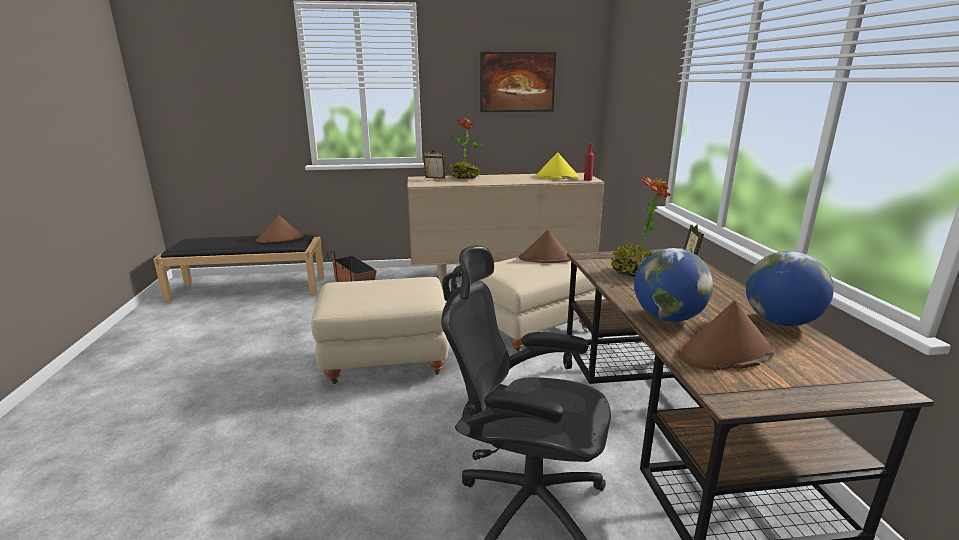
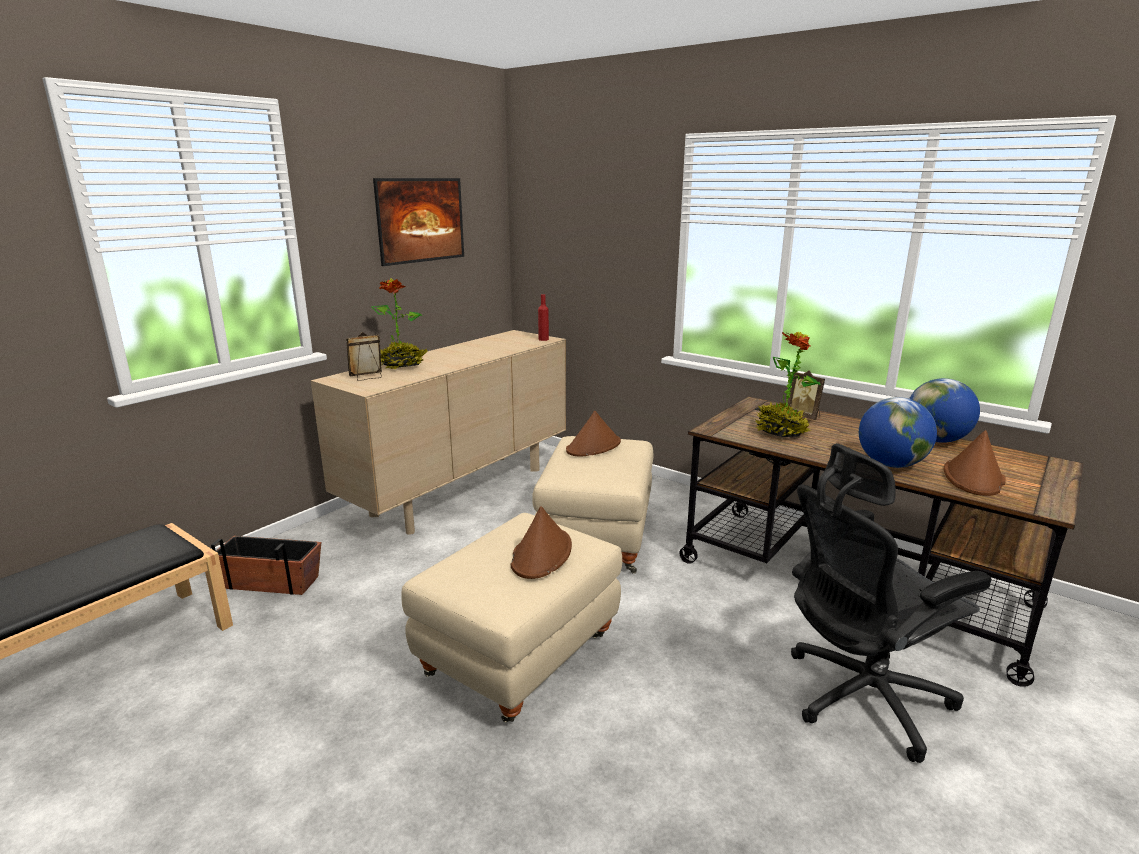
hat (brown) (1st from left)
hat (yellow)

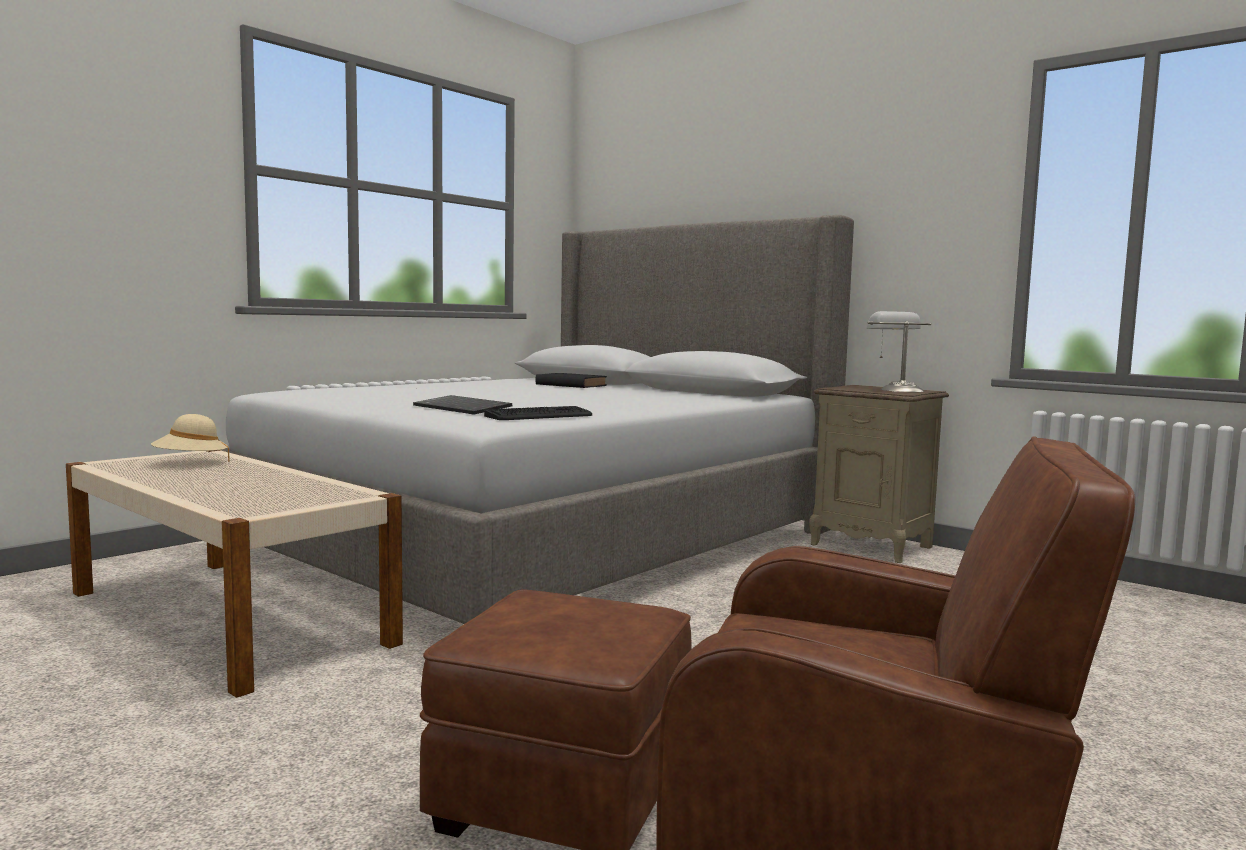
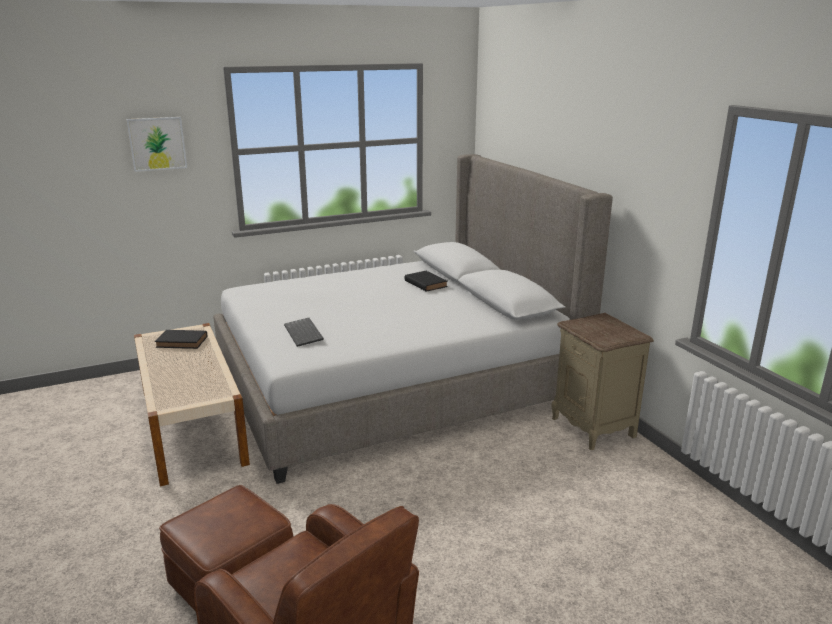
book (black) (1st from left)
keyboard (2nd from left in the first image)
table lamp (white)
picture

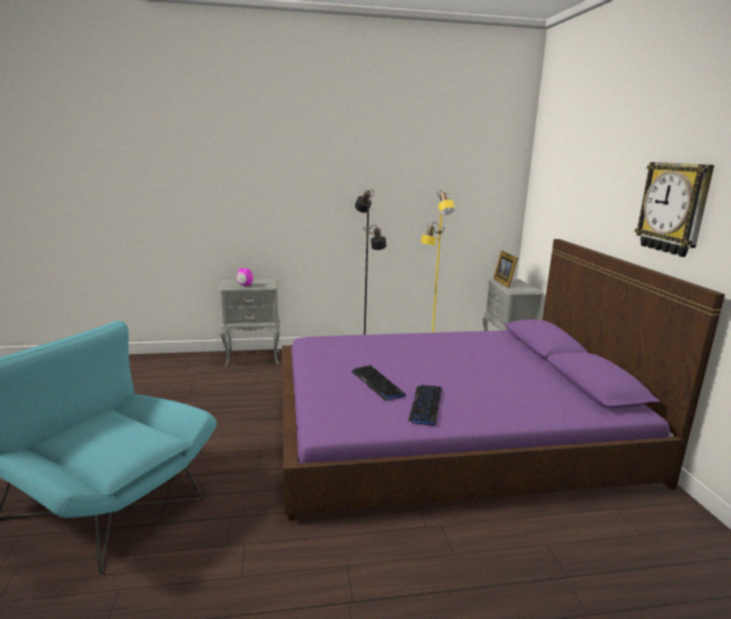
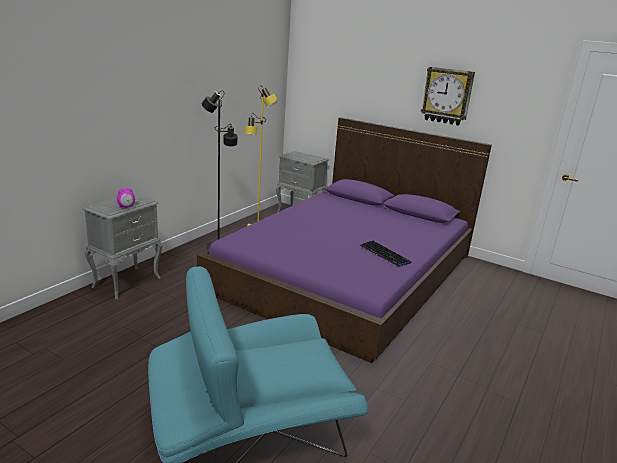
keyboard (1st from left in the first image)
picture frame

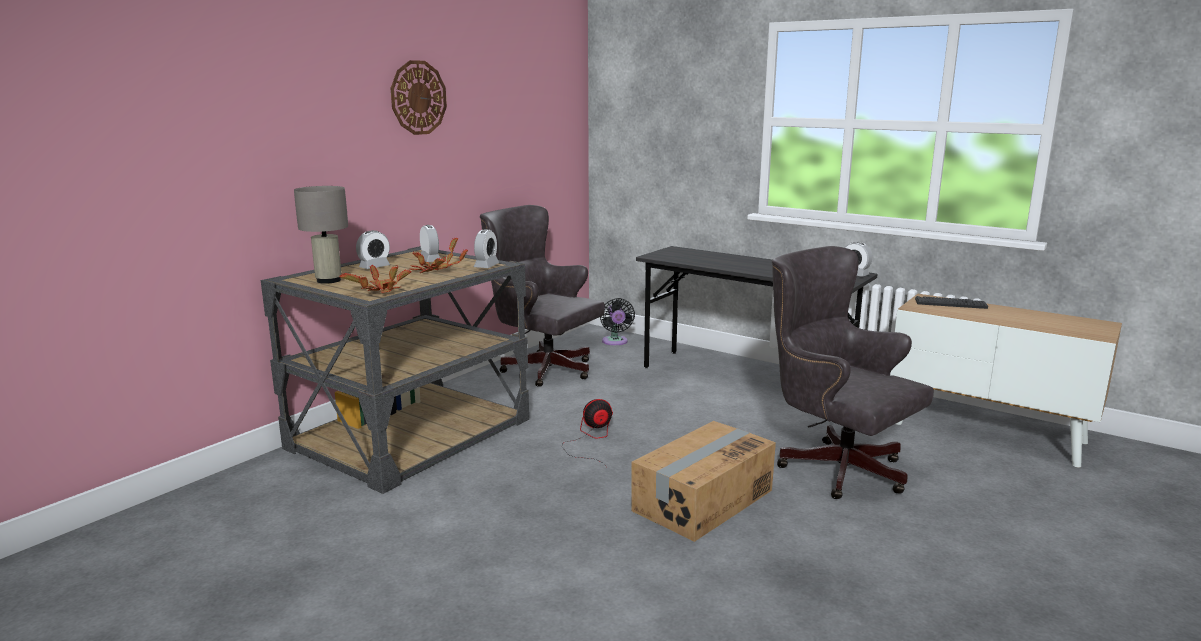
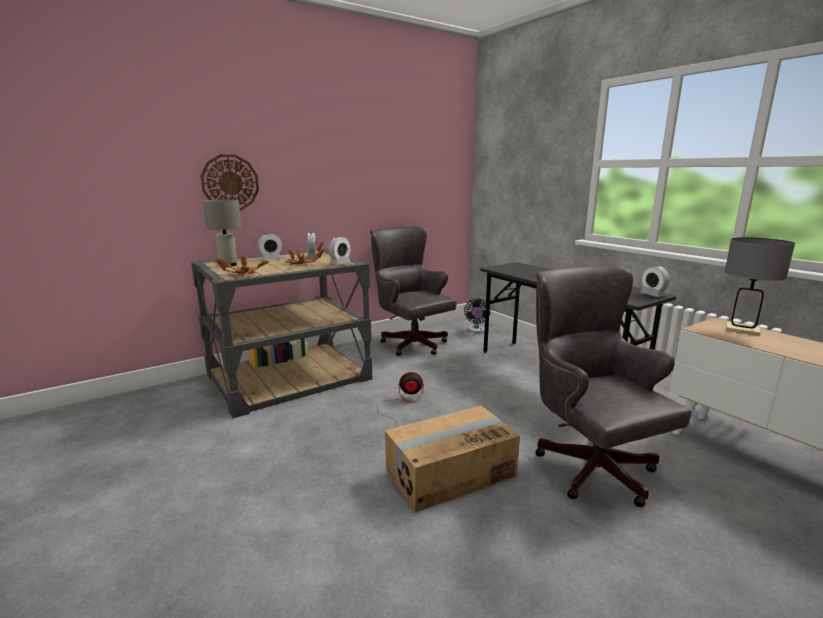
wall clock
table lamp (grey) (2nd from left)

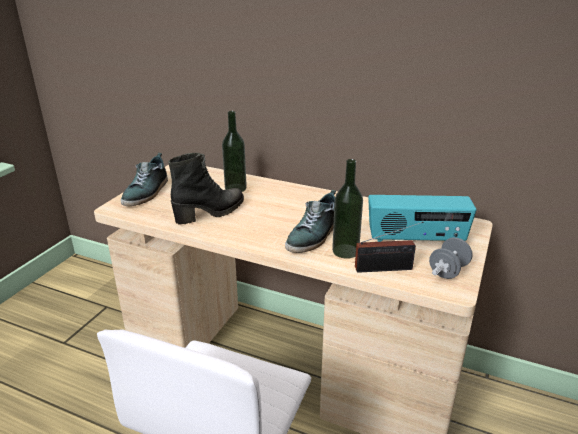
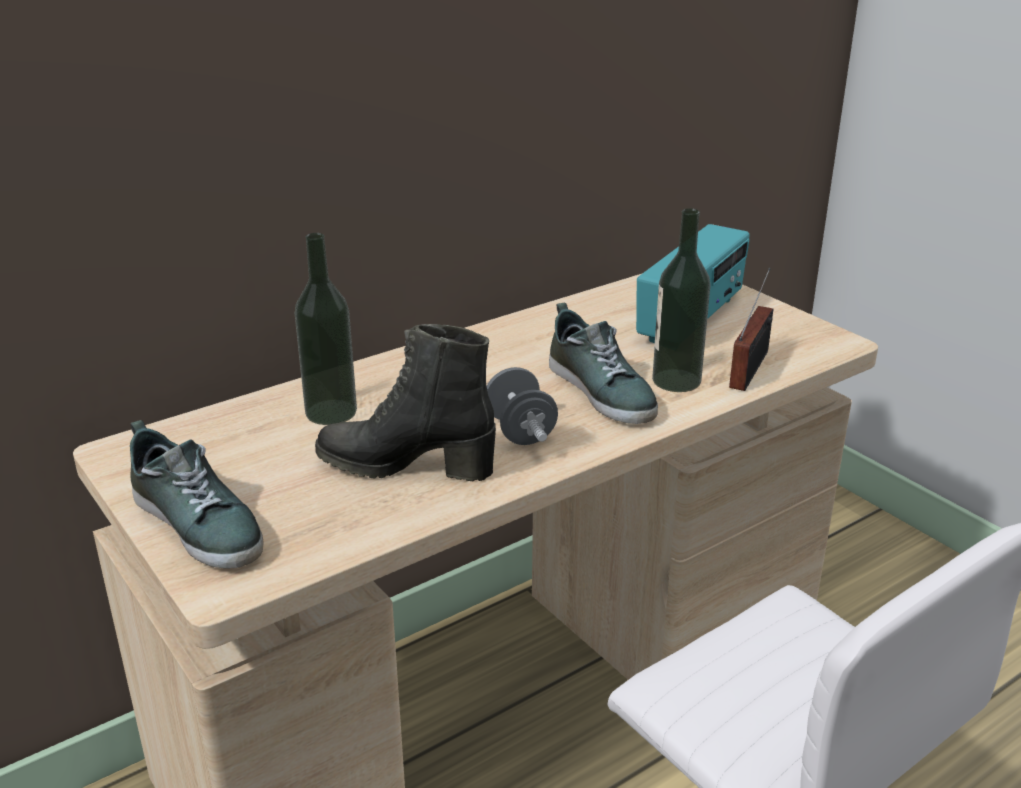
boot (black)
dumbbell (grey)

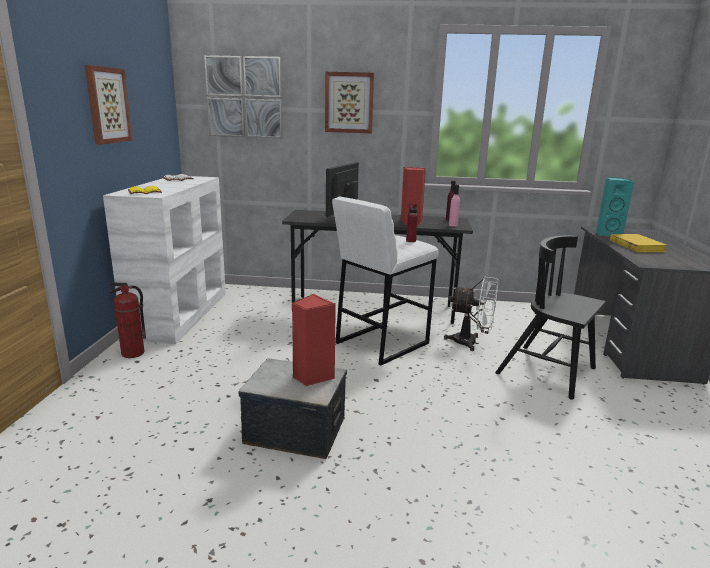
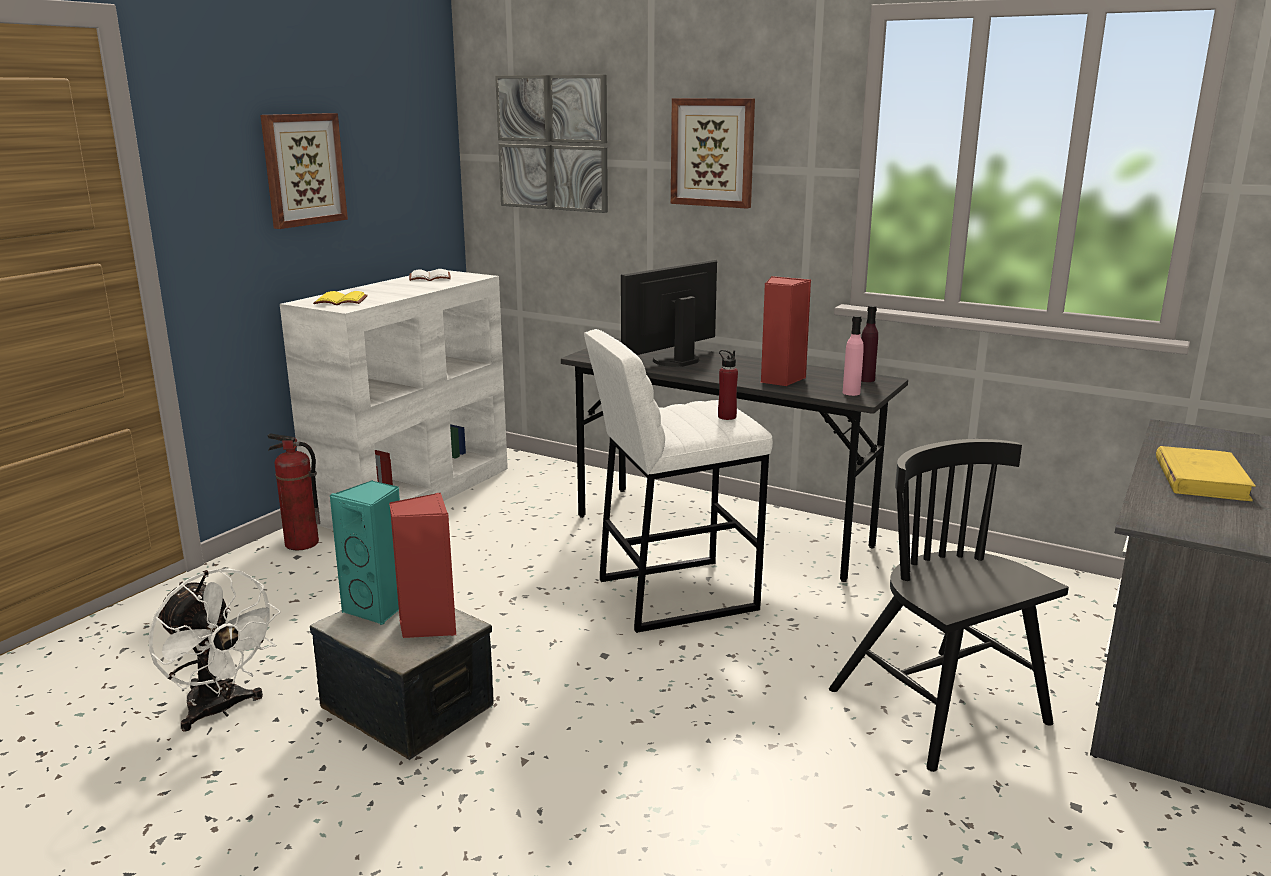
fan (white)
speaker (turquoise)

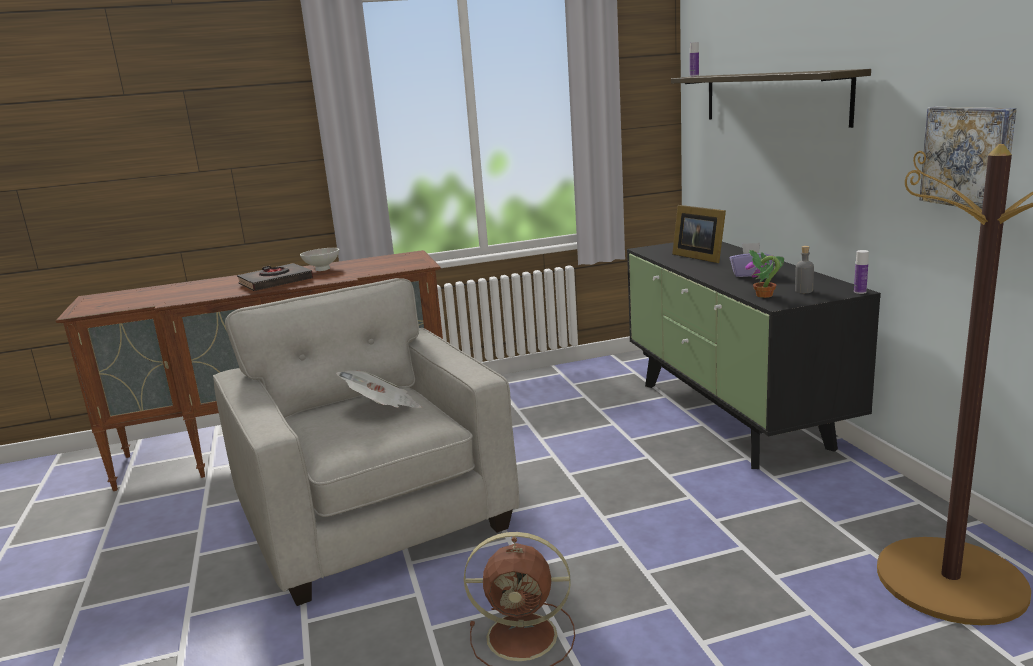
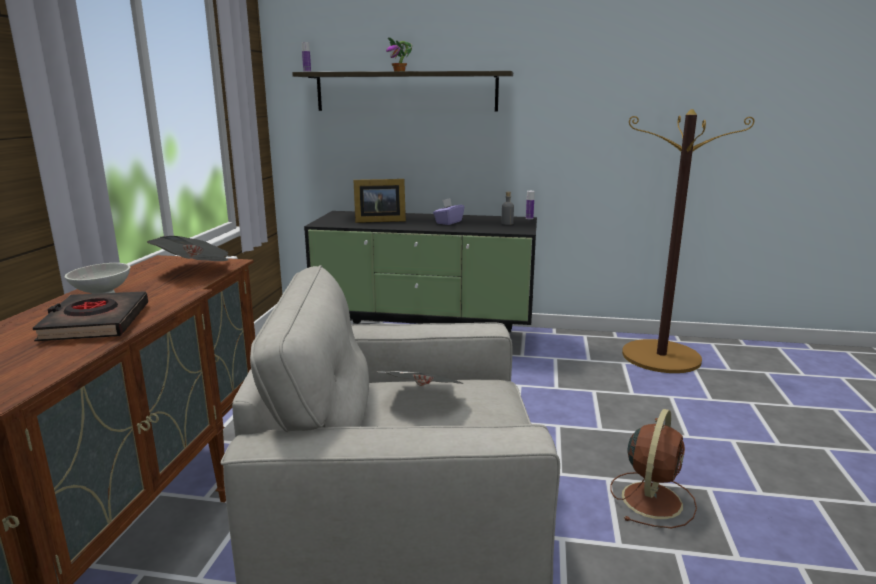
potted plant
picture
newspaper (1st from left)

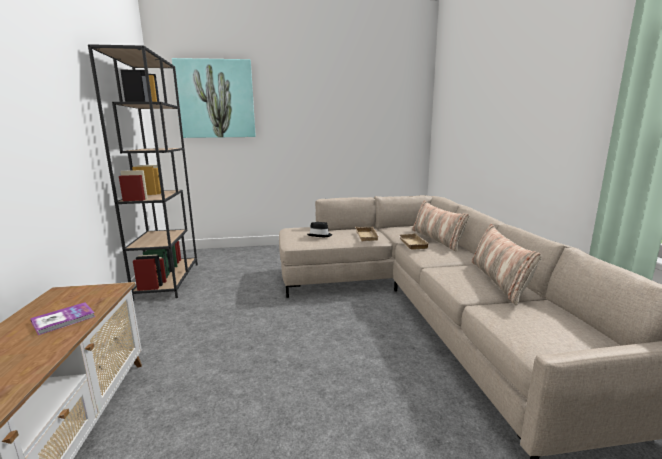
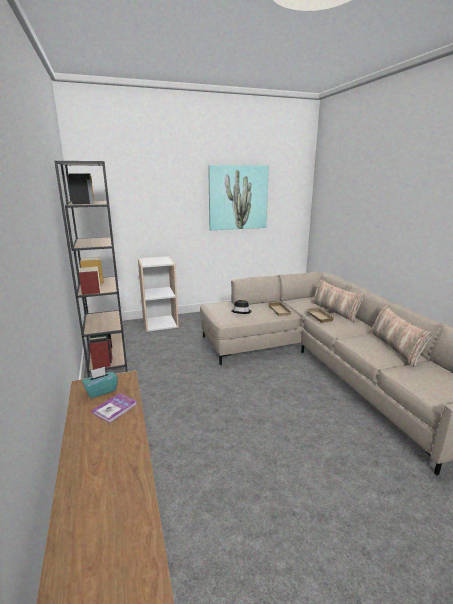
picture
tissue box (turquoise)
bookcase (2nd from left)

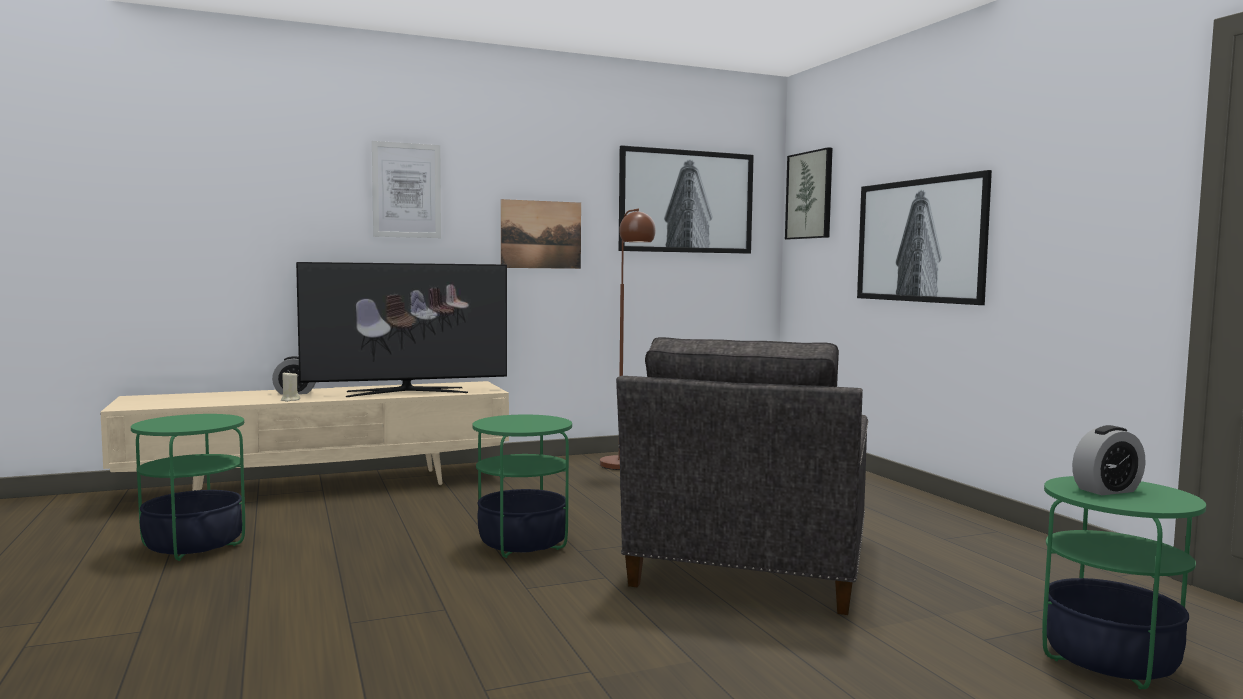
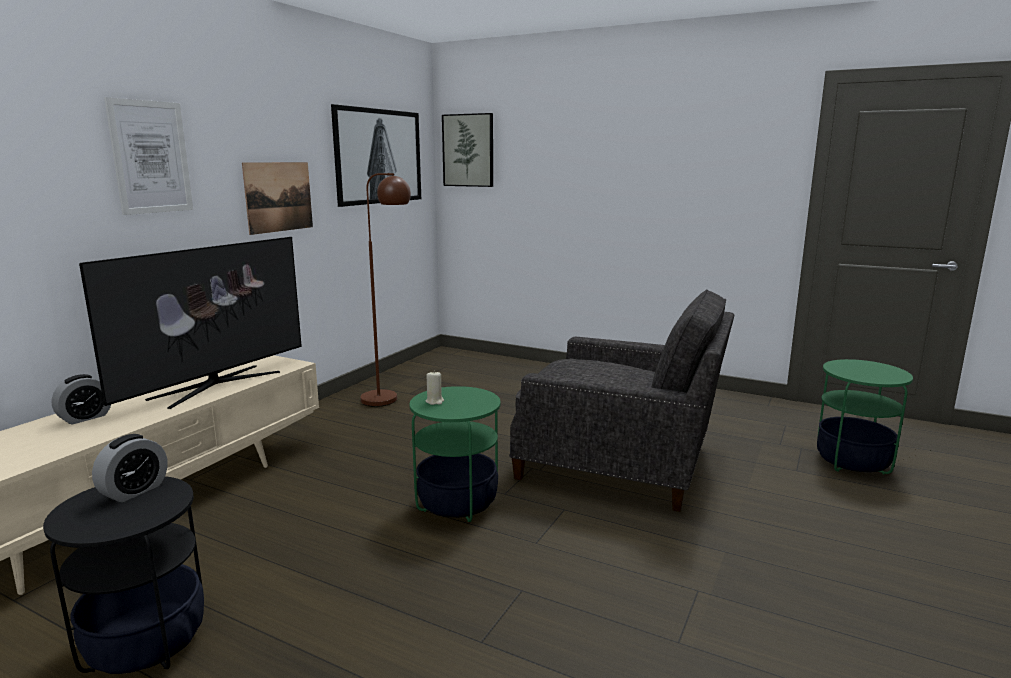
side table (black)
candle (beige)
armchair (grey)
picture (5th from left in the first image)
alarm clock (2nd from left)

